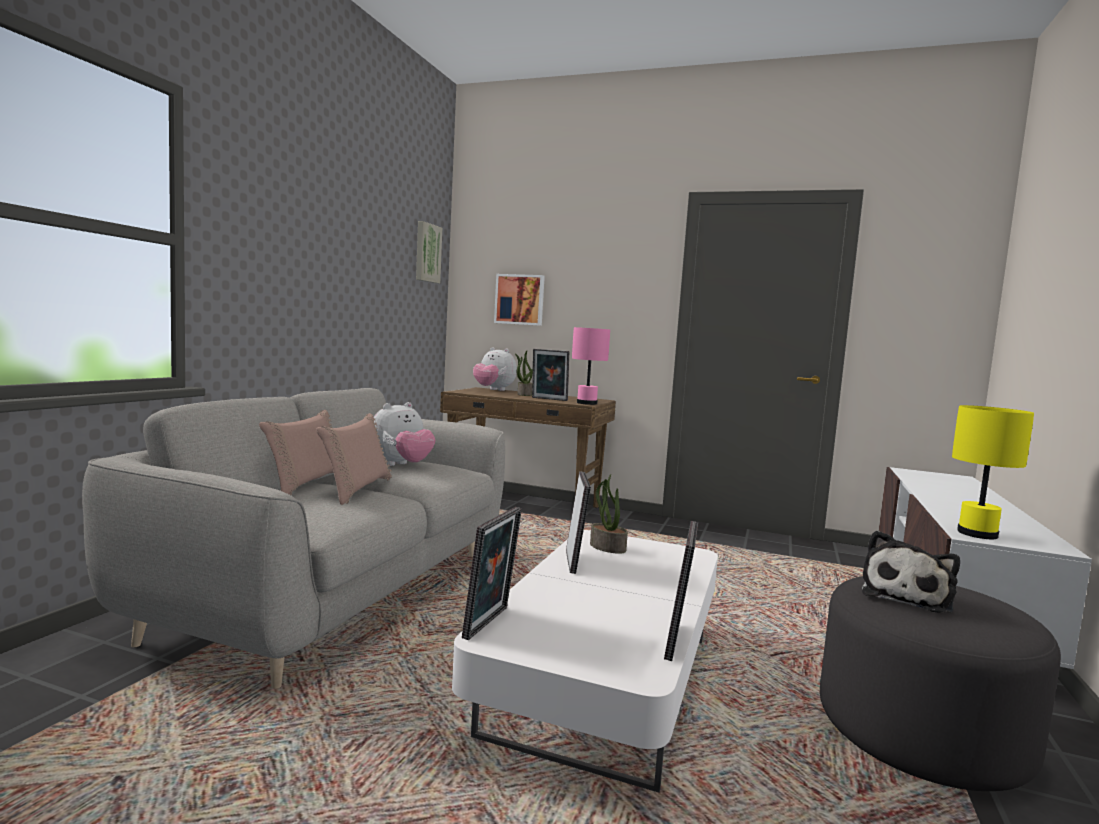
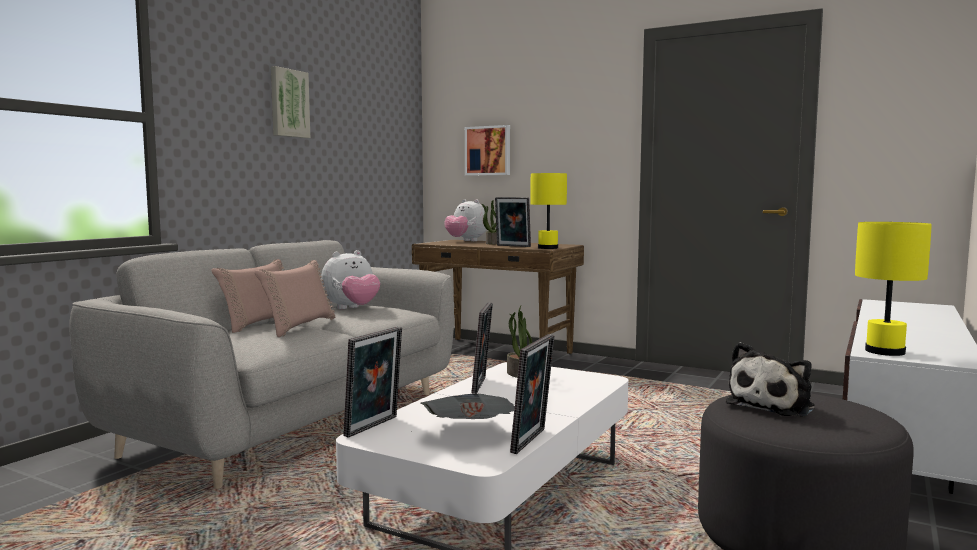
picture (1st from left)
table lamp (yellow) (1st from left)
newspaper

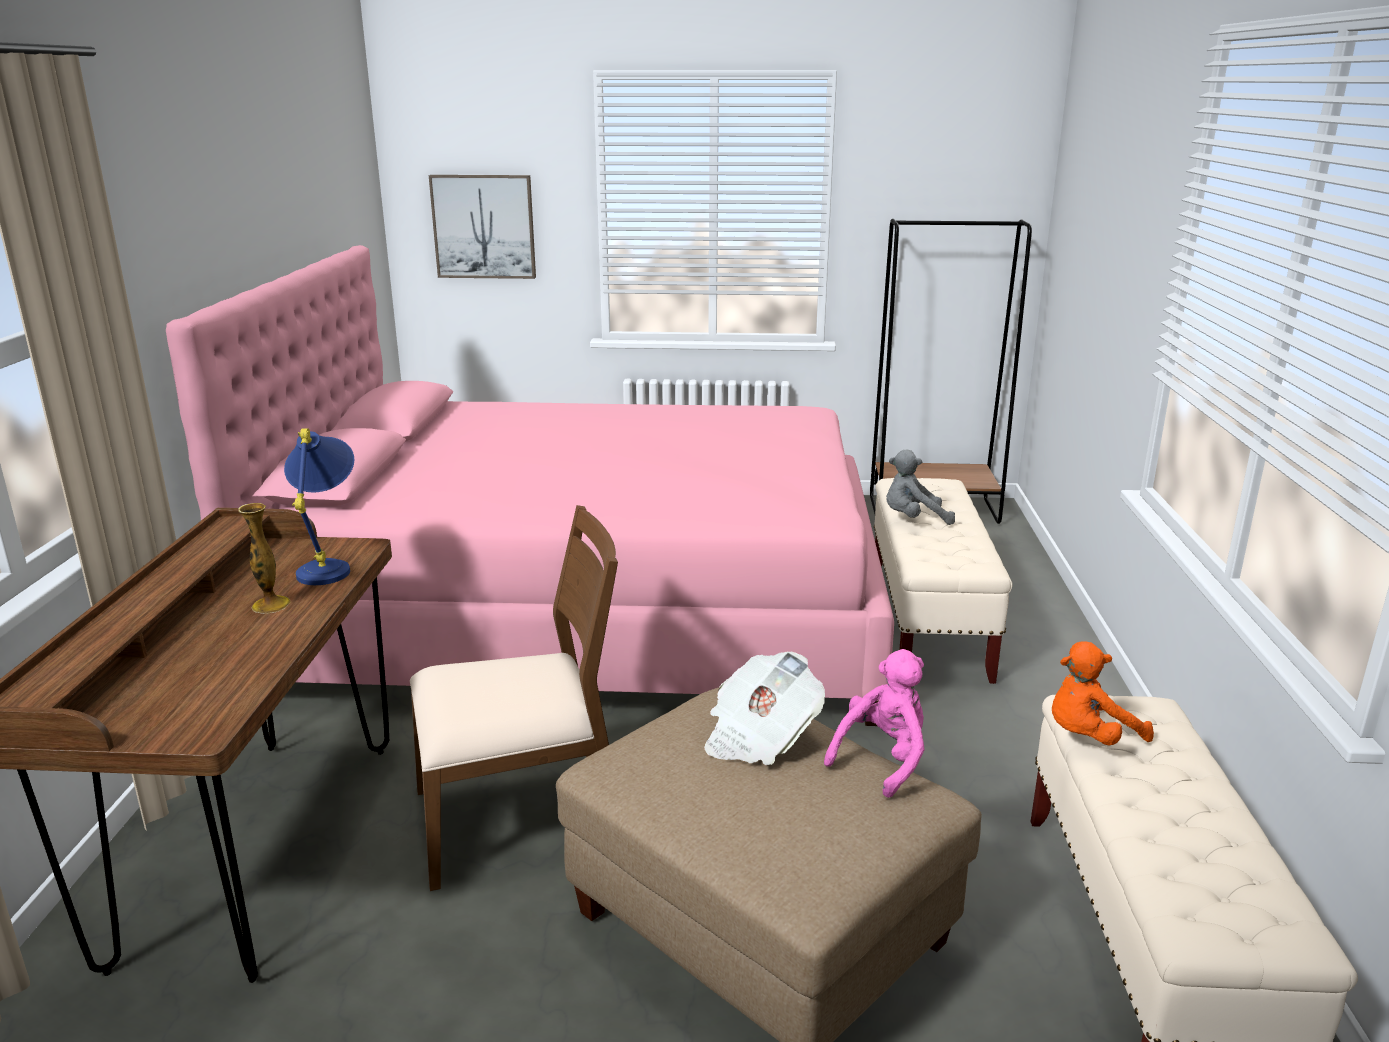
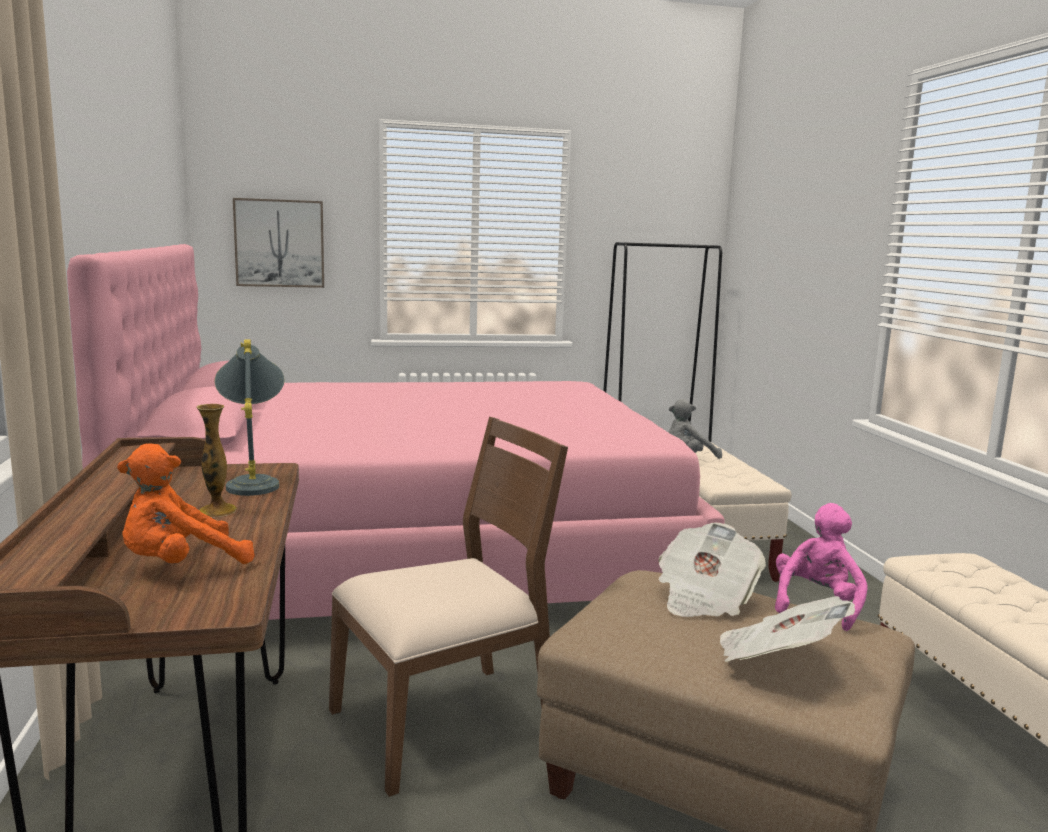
table lamp (grey)
plush toy (orange)
newspaper (2nd from left)

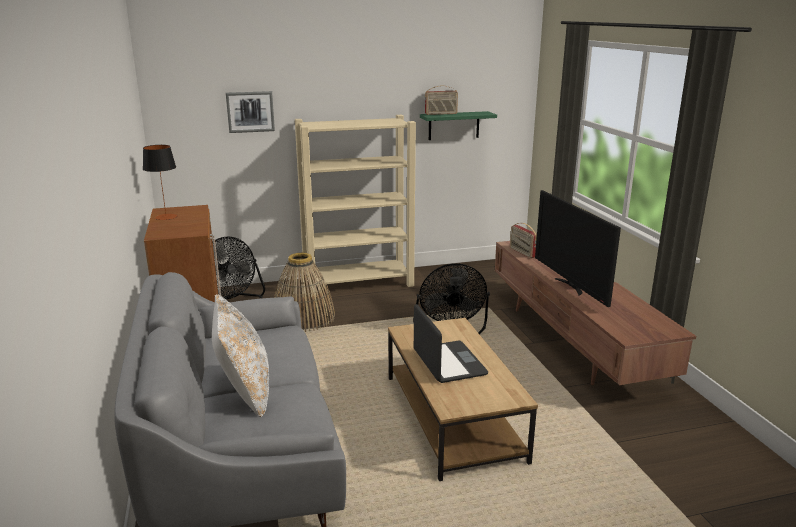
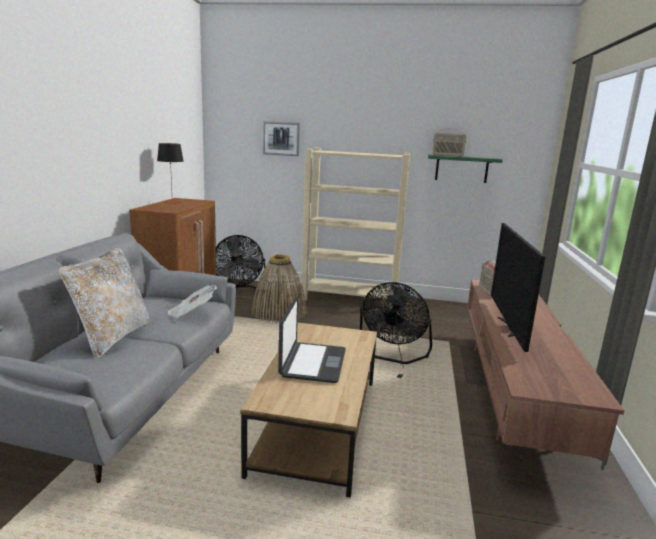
newspaper

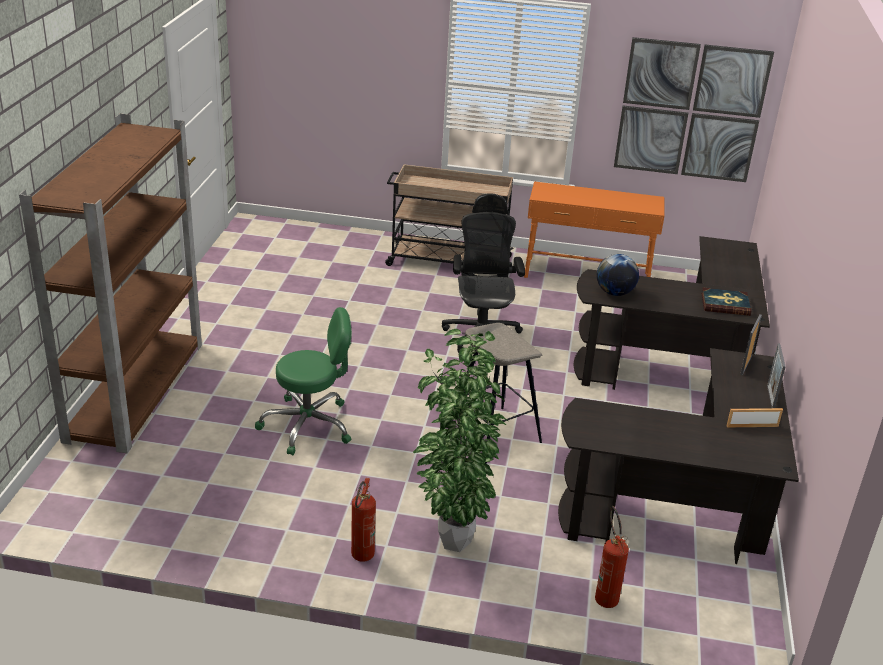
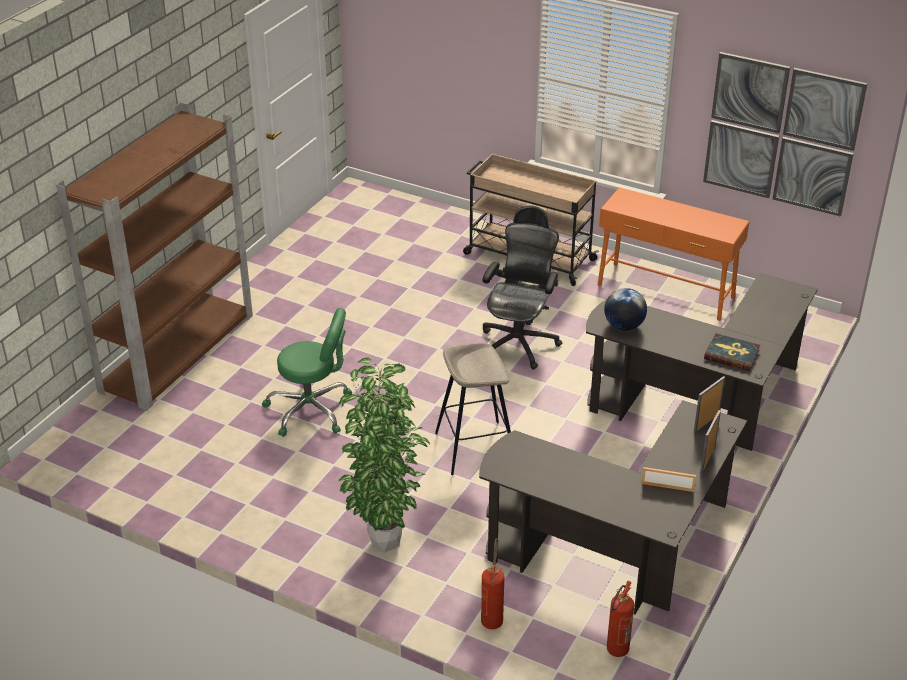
fire extinguisher (2nd from left)

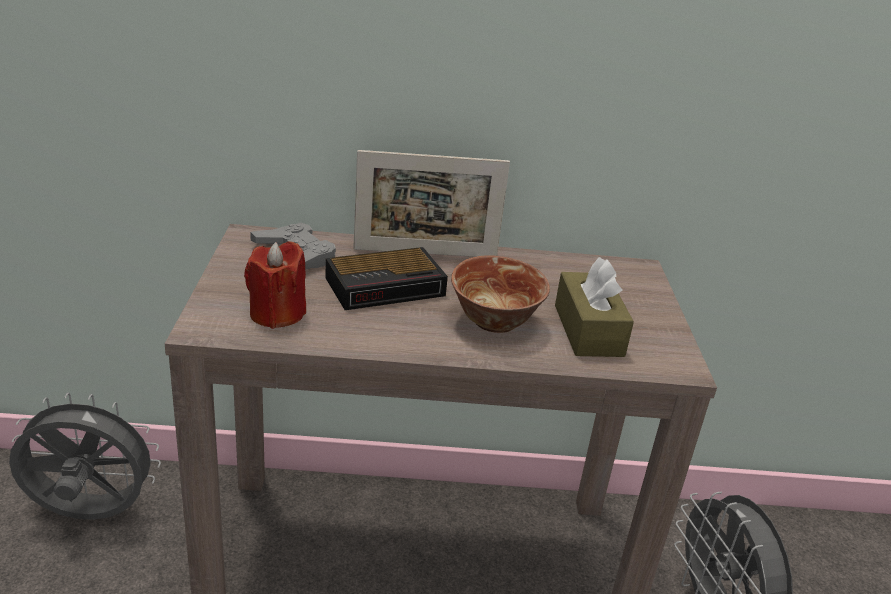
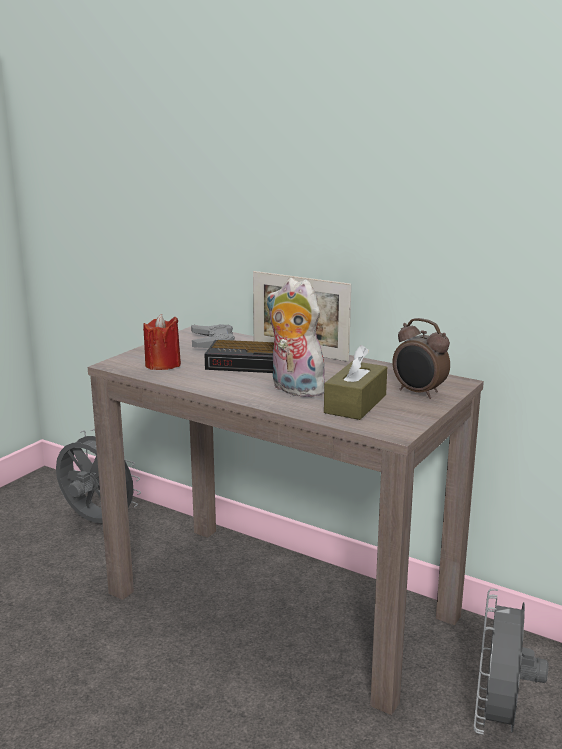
plush toy
alarm clock (2nd from left)

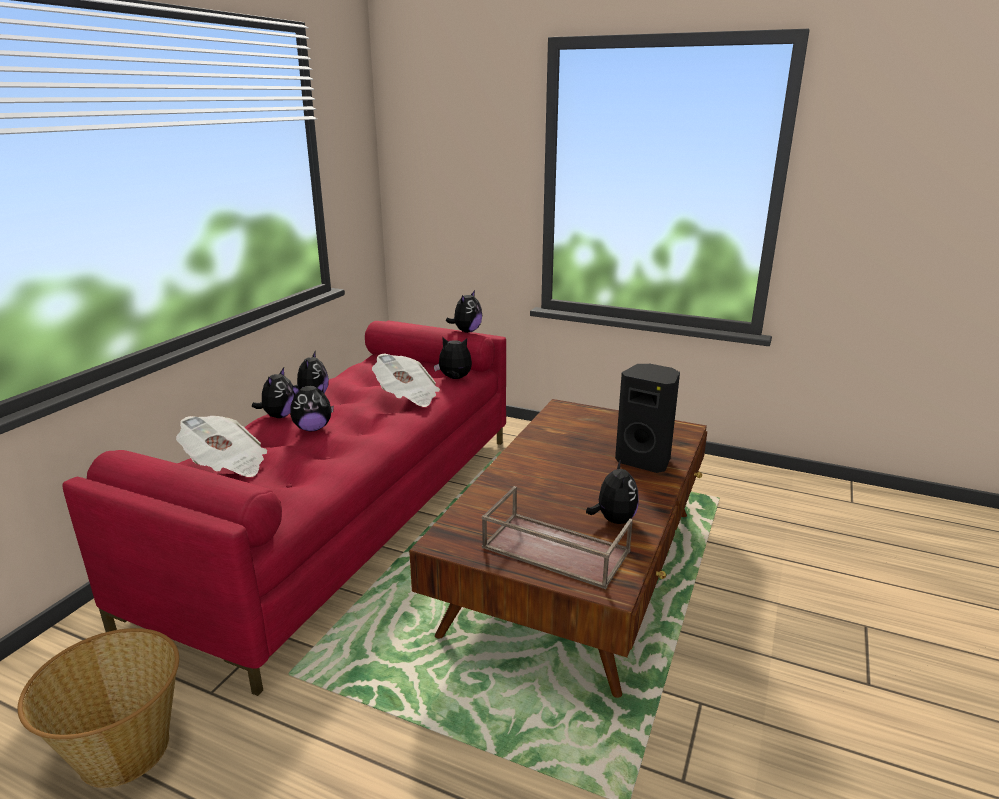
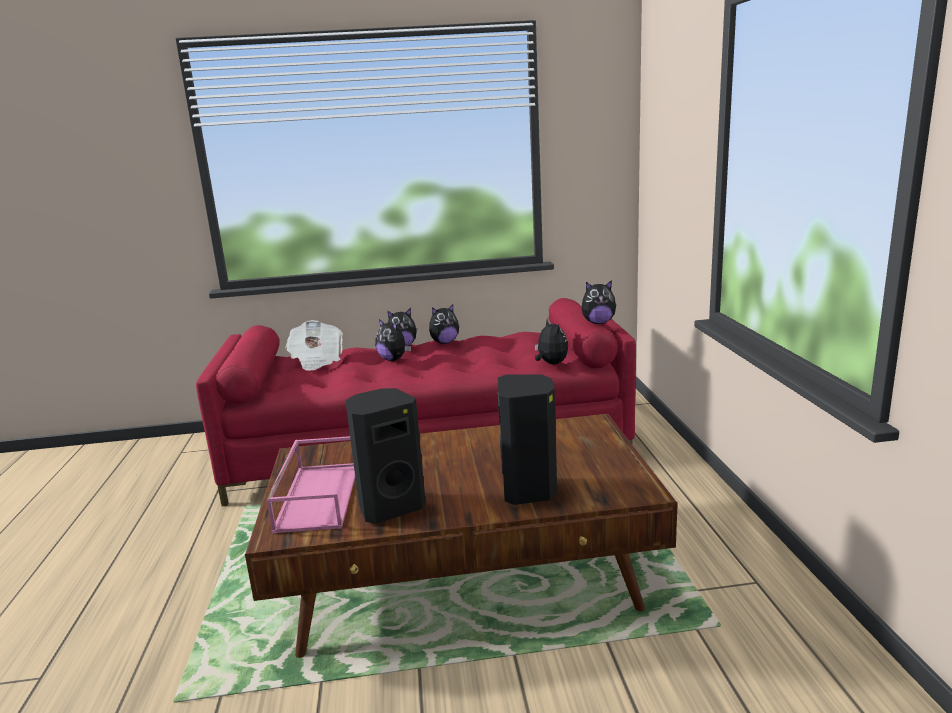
basket
newspaper (2nd from left in the first image)
tray (pink)
speaker (black) (1st from left)

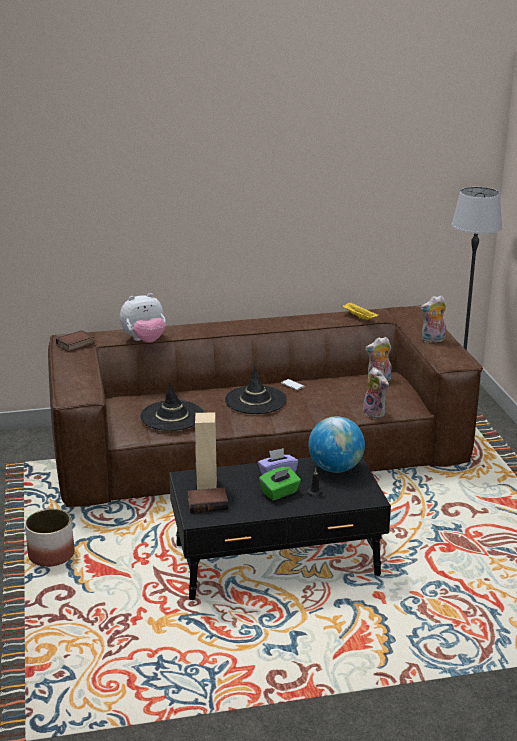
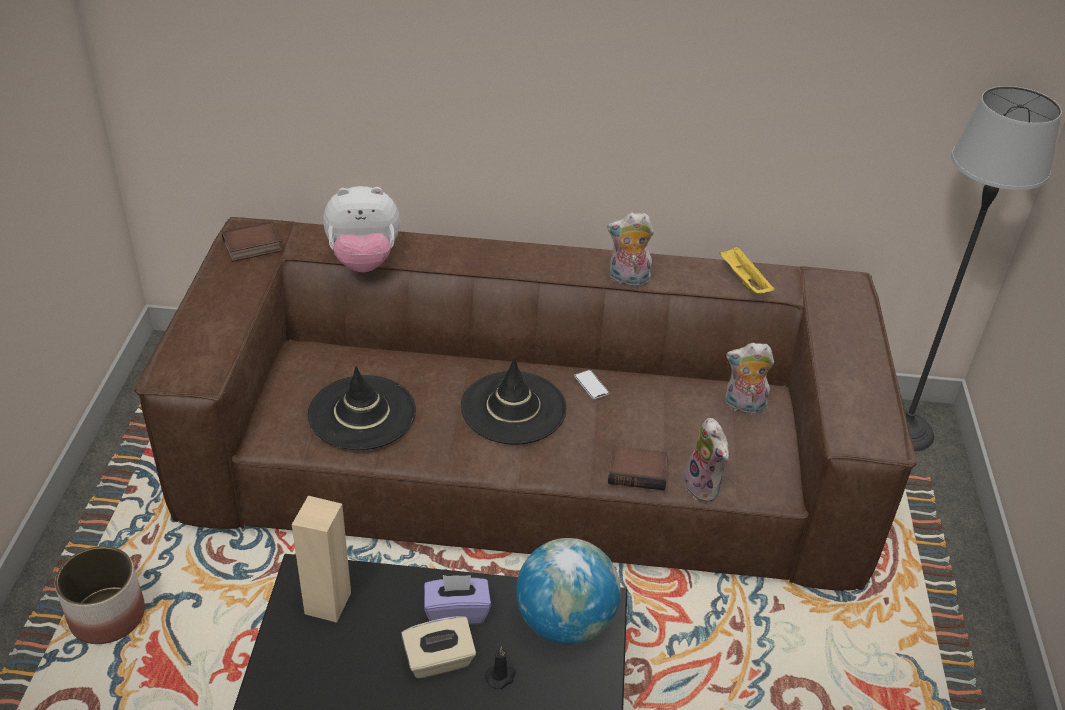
book (2nd from left)
tissue box (beige)
plush toy (2nd from left)

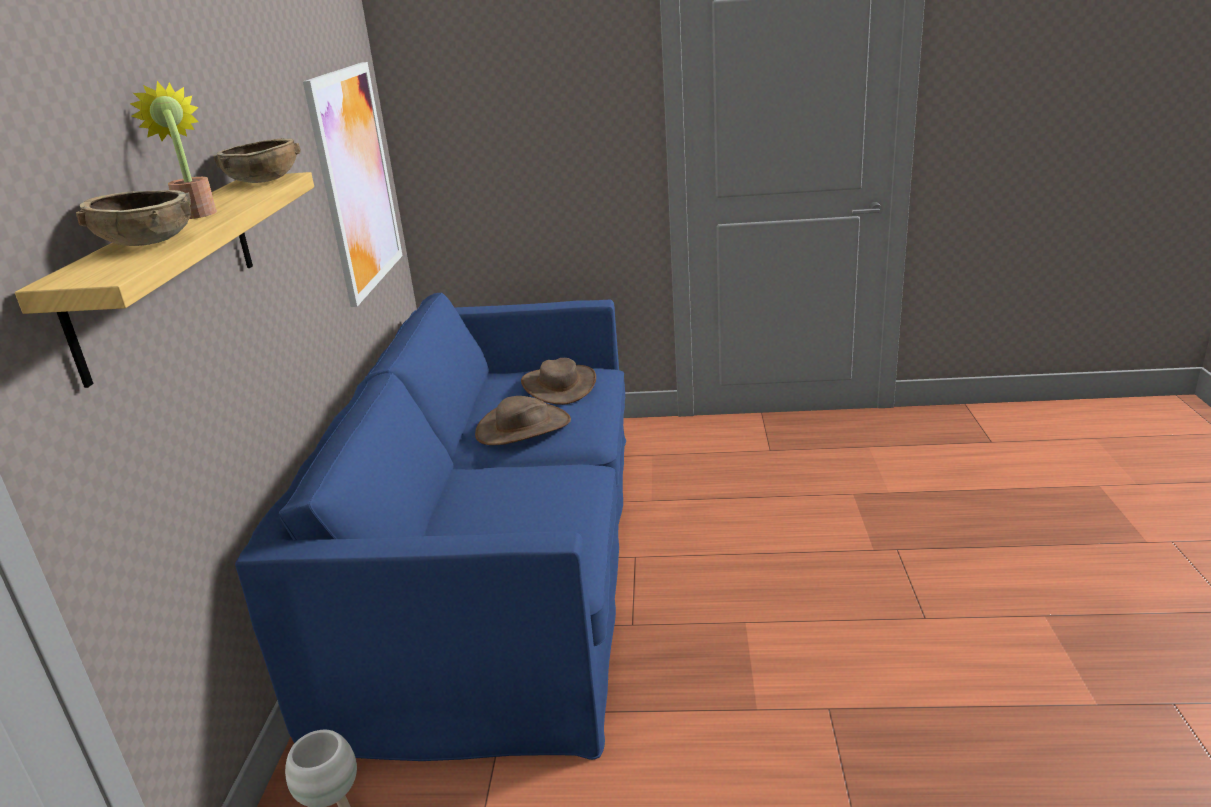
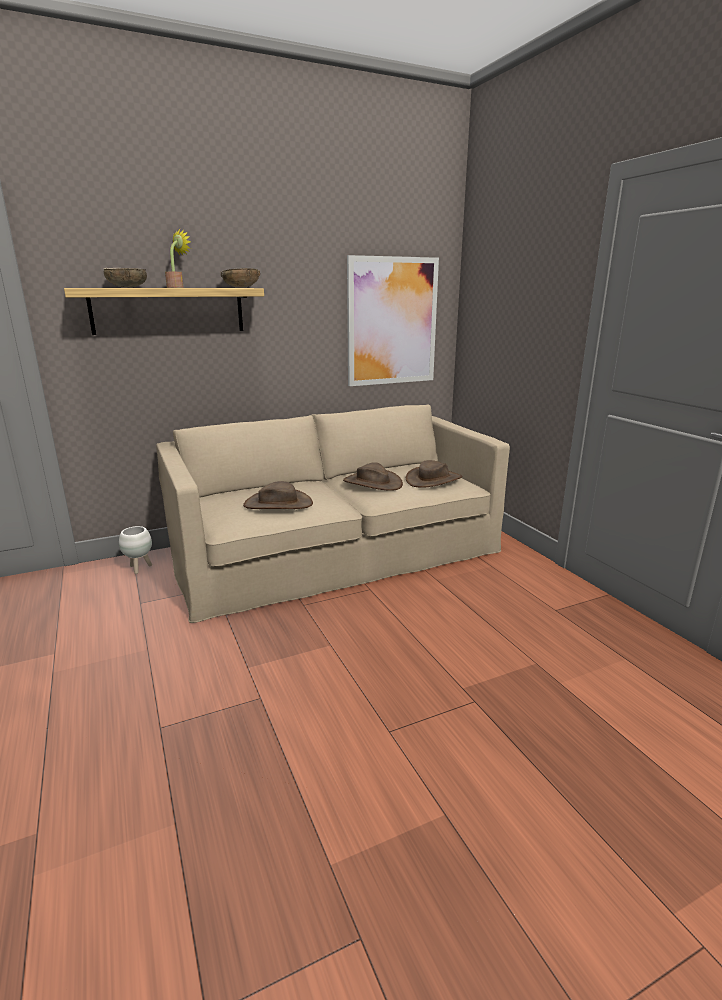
sofa (beige)
hat (brown) (1st from left)

